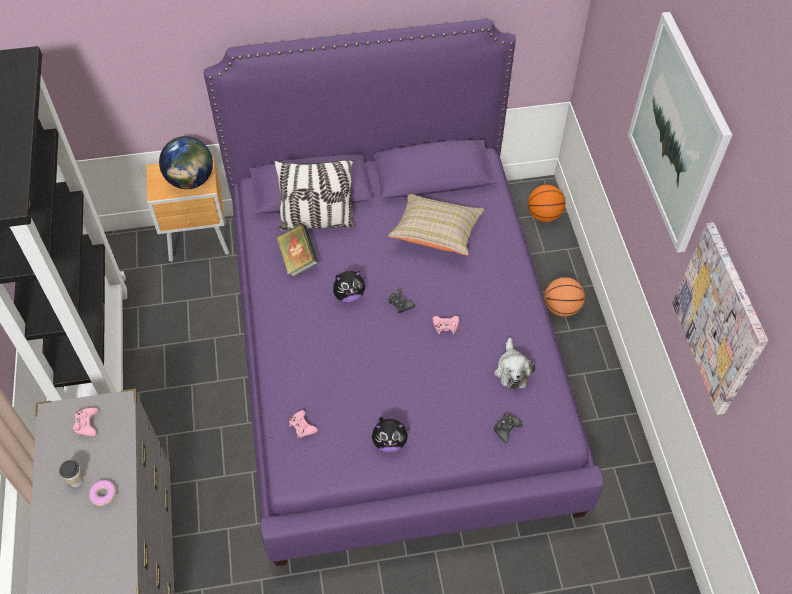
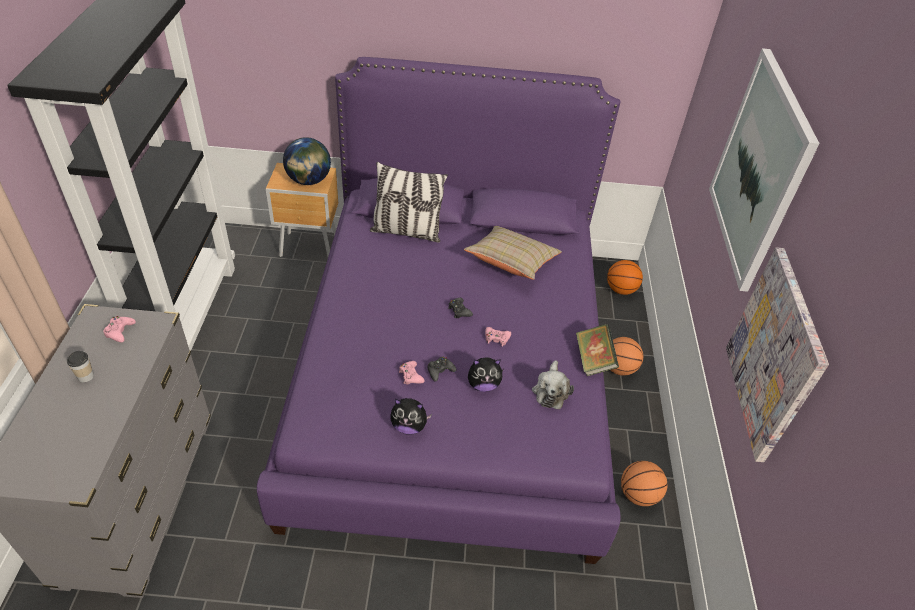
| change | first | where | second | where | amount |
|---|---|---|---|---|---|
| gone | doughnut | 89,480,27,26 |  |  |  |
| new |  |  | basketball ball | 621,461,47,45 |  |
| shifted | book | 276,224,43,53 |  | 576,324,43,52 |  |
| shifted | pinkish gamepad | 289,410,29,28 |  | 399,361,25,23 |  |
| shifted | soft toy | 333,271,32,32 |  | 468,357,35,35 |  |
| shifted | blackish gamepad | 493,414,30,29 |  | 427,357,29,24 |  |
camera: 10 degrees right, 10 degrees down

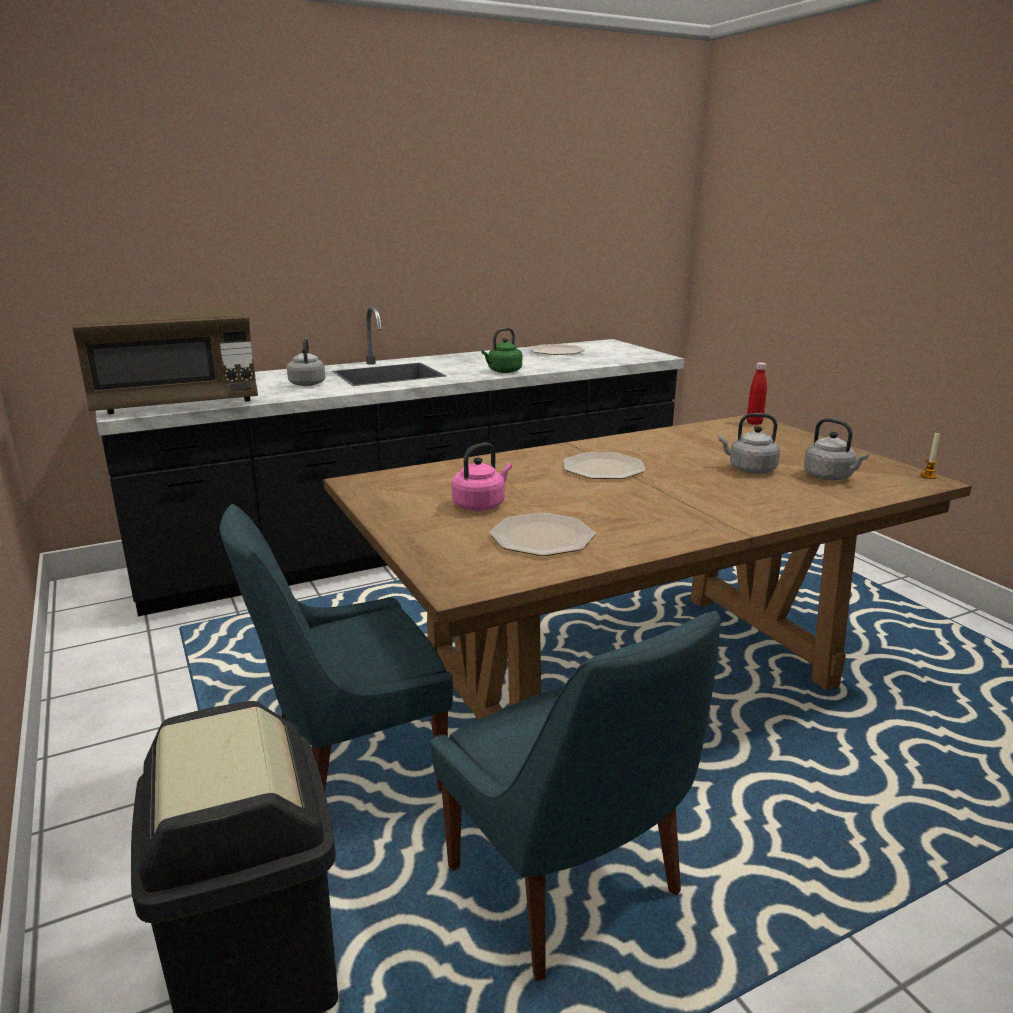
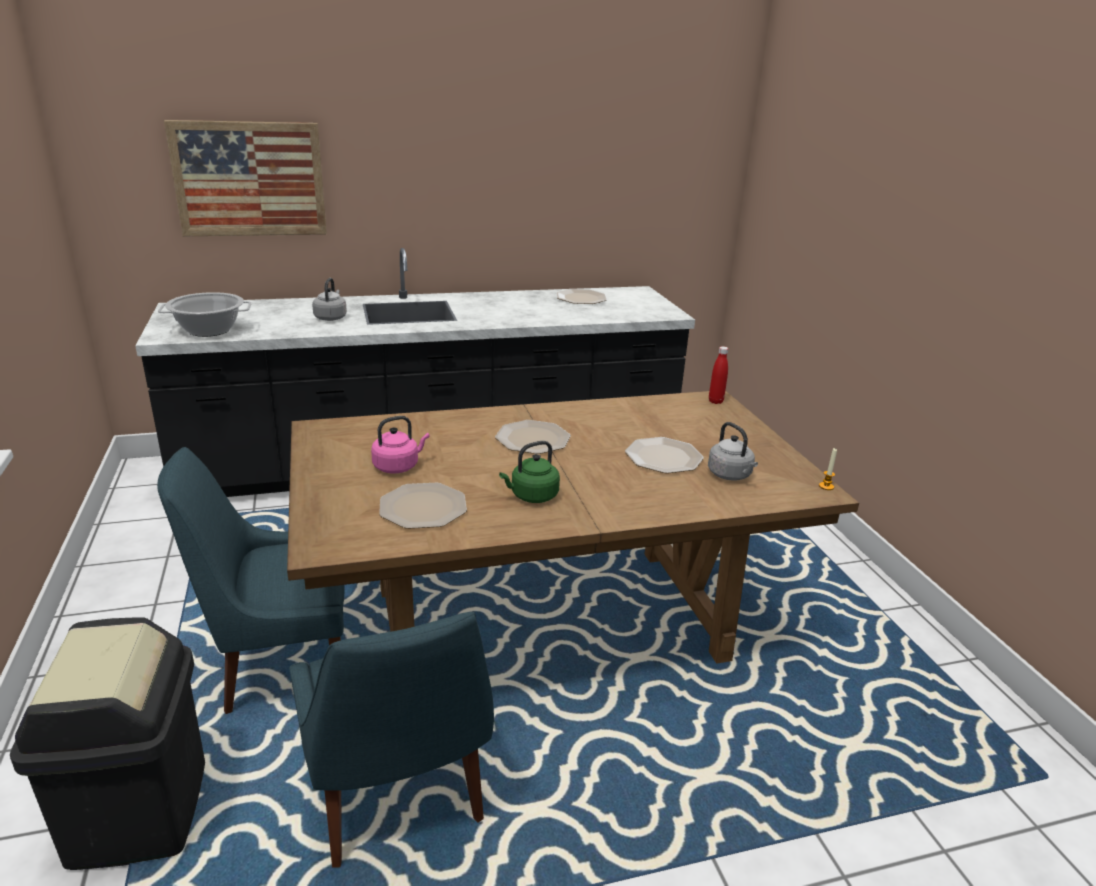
| change | first | where | second | where | amount |
|---|---|---|---|---|---|
| new |  |  | picture | 164,120,163,116 |  |
| shifted | green tea kettle | 481,328,41,45 |  | 499,441,61,62 |  |
| swapped | brown microwave oven | 72,306,186,108 | saucepot | 158,292,94,45 |  |
| swapped | grey tea kettle | 718,413,62,61 | flat dish | 625,437,79,37 |  |
camera: 10 degrees right, 5 degrees up

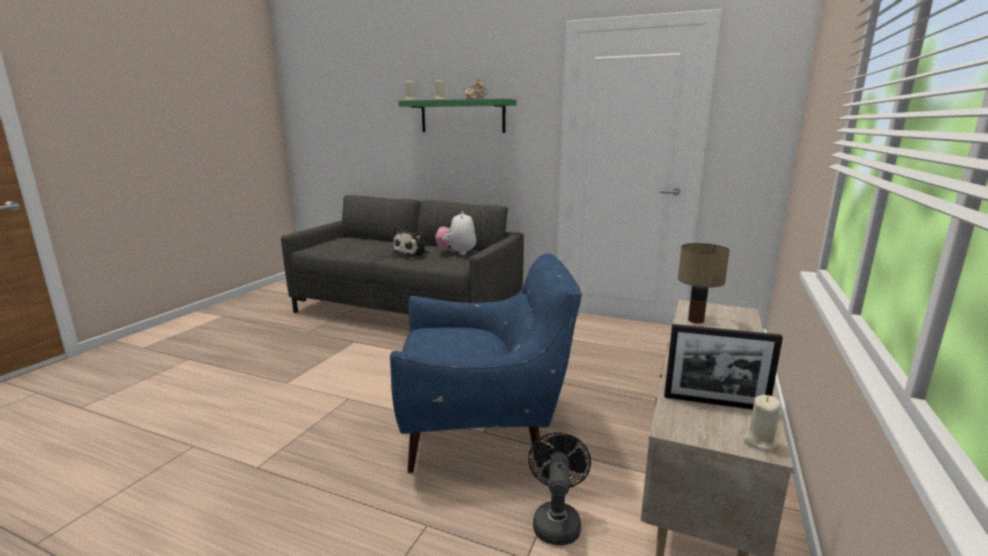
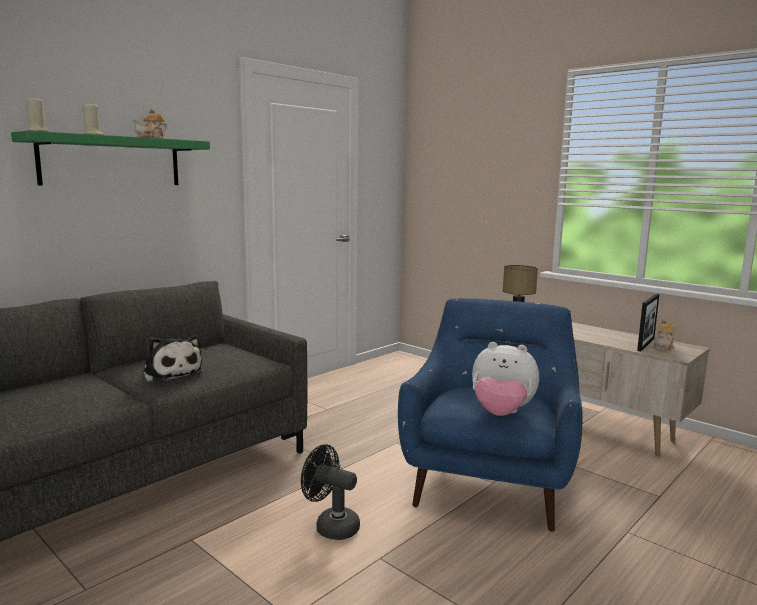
| change | first | where | second | where | amount |
|---|---|---|---|---|---|
| gone | beige-coloured candle | 743,395,38,56 |  |  |  |
| new |  |  | teapot | 654,319,20,32 |  |
| shifted | soft toy | 436,211,40,44 |  | 472,342,67,74 |  |
| shifted | blackish cooling fan | 528,432,63,113 |  | 301,444,59,96 |  |
camera: 70 degrees left, 5 degrees down

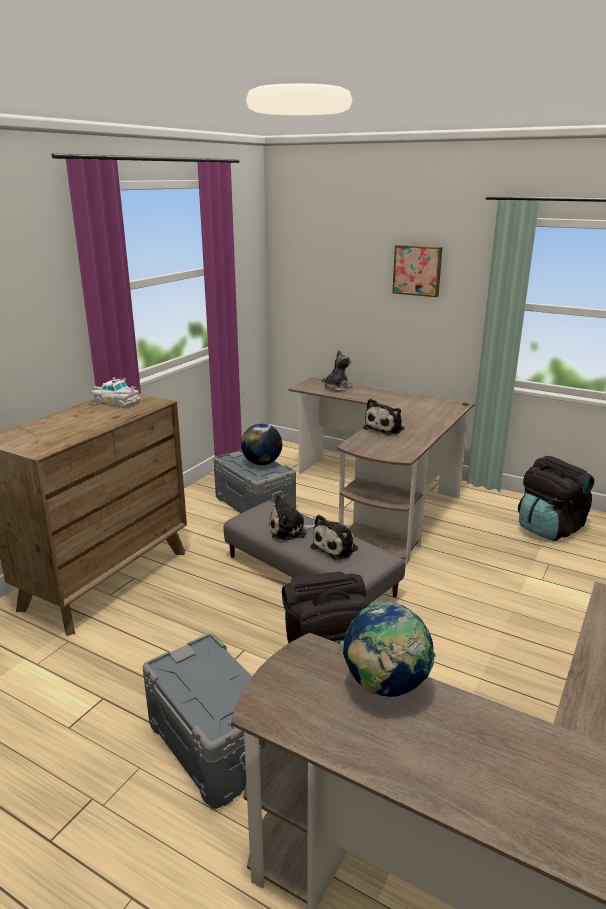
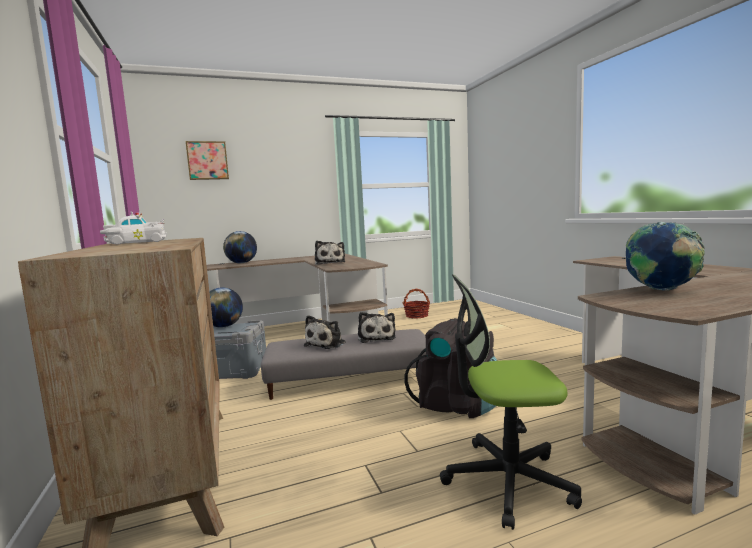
| change | first | where | second | where | amount |
|---|---|---|---|---|---|
| shifted | picture | 392,245,51,52 |  | 185,141,44,39 |  |
| swapped | grey storage box | 143,633,123,176 | computer chair | 440,274,142,256 |  |
| swapped | soft toy | 323,350,29,41 | desk globe | 223,231,34,33 |  |
| swapped | blackish knapsack | 518,456,76,85 | household basket | 403,289,27,29 |  |
camera: 50 degrees left, 15 degrees down

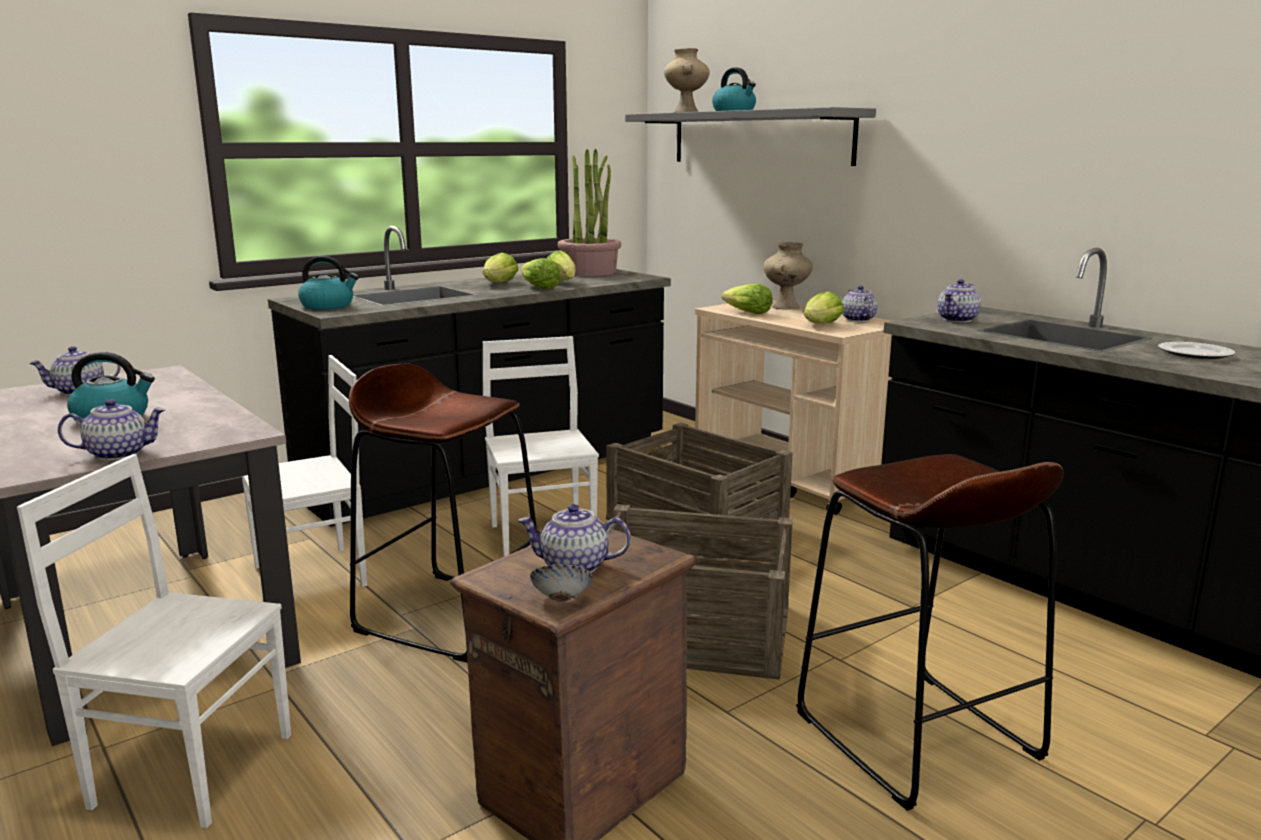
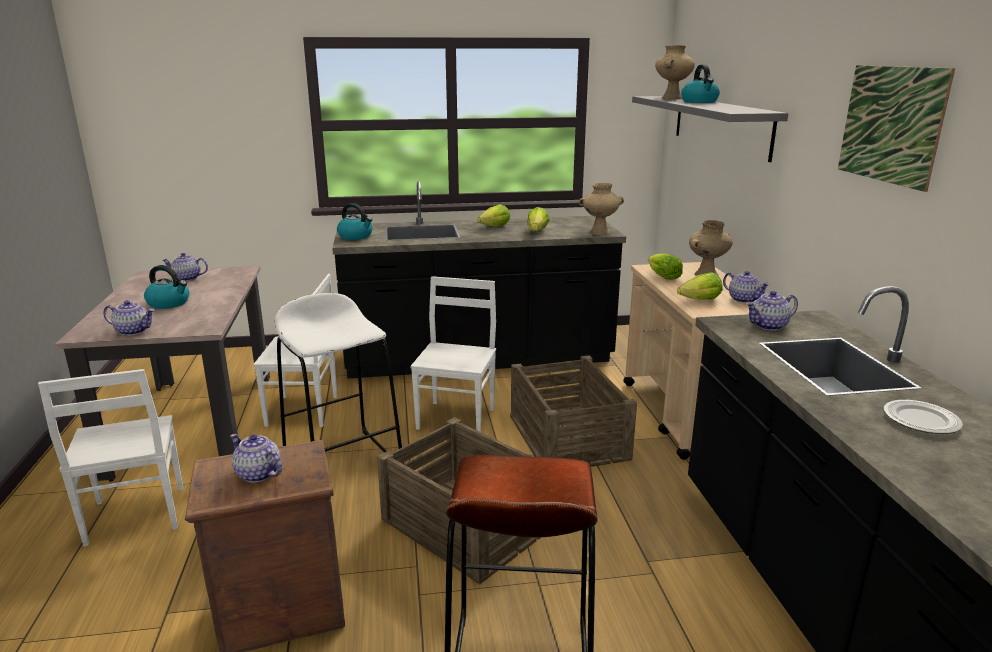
| change | first | where | second | where | amount |
|---|---|---|---|---|---|
| gone | lettuce | 521,258,39,31 |  |  |  |
| gone | serving bowl | 530,564,63,37 |  |  |  |
| gone | plant in a pot | 558,149,63,127 |  |  |  |
| new |  |  | beige-coloured flower vase | 579,183,45,52 |  |
| new |  |  | picture | 838,65,117,127 |  |
| repainted | brown sitting stool | 349,364,188,299 | white sitting stool | 275,293,129,171 |  |
| rotated | white upright chair | 17,454,274,374 |  | 38,369,145,177 | 150 degrees counterclockwise |
| rotated | teapot | 842,286,36,36 |  | 723,271,47,32 | 120 degrees clockwise |
camera: 30 degrees right, 5 degrees up

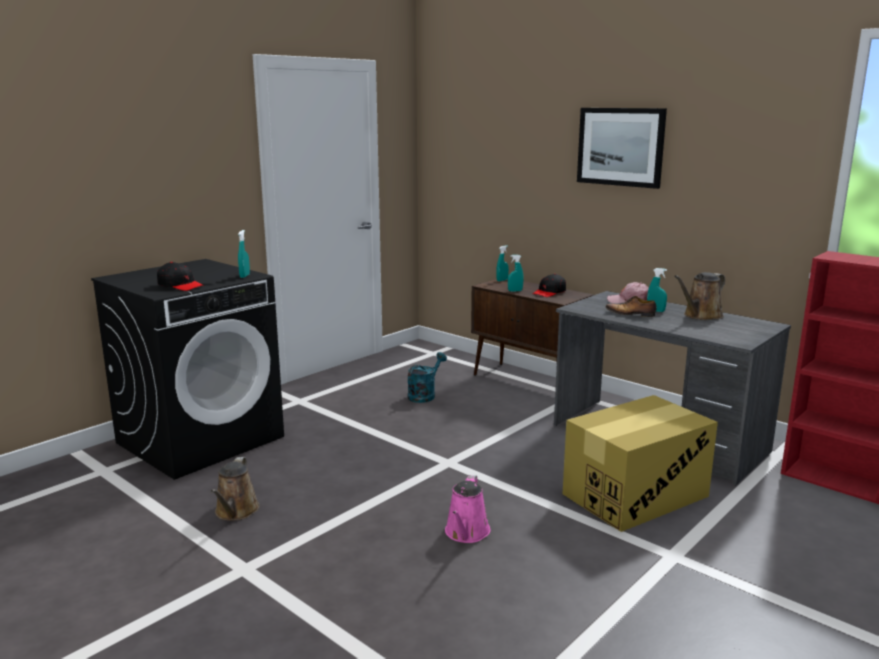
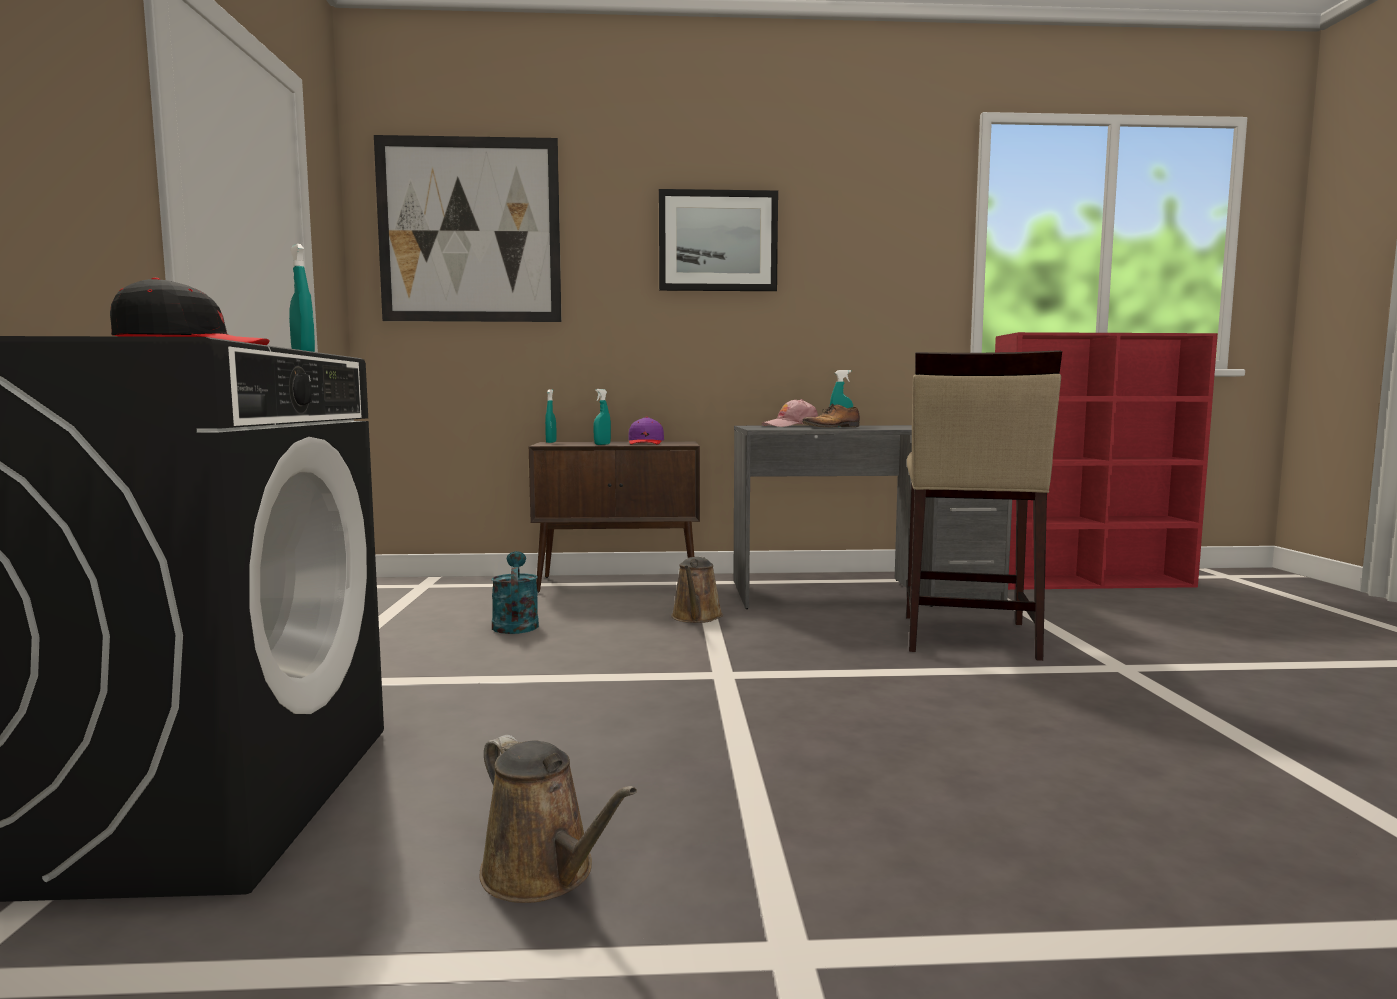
| change | first | where | second | where | amount |
|---|---|---|---|---|---|
| gone | pinkish watering pot | 445,475,46,68 |  |  |  |
| new |  |  | picture | 374,135,187,187 |  |
| shifted | brown watering pot | 674,272,51,48 |  | 671,557,52,66 |  |
| swapped | cardboard box | 562,395,156,137 | beige-coloured sitting stool | 906,350,156,311 |  |
| repainted | blackish baseball cap | 532,274,34,23 | purple-coloured baseball cap | 628,417,36,27 |  |
camera: 45 degrees left, 10 degrees down

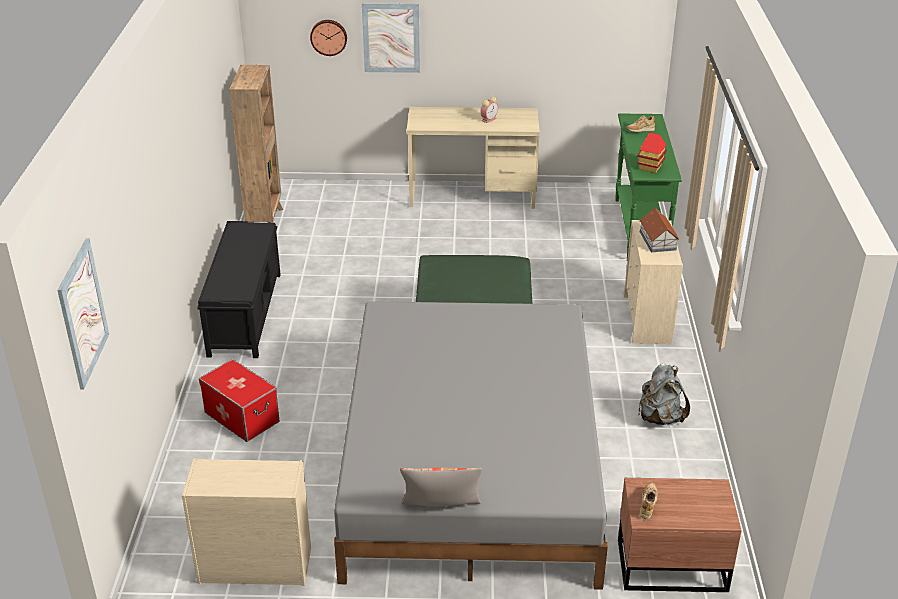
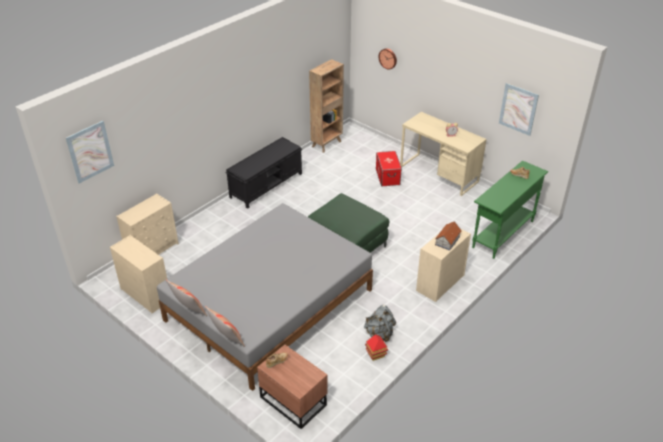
| change | first | where | second | where | amount |
|---|---|---|---|---|---|
| new |  |  | beige-coloured dresser | 116,193,63,62 |  |
| new |  |  | throw pillow | 205,306,40,41 |  |
| shifted | storage box | 199,359,81,83 |  | 376,151,26,36 |  |
| shifted | picture | 362,3,58,70 |  | 499,83,40,53 |  |
| shifted | toy house | 637,132,30,41 |  | 365,334,23,27 |  |
camera: 40 degrees right, 5 degrees up

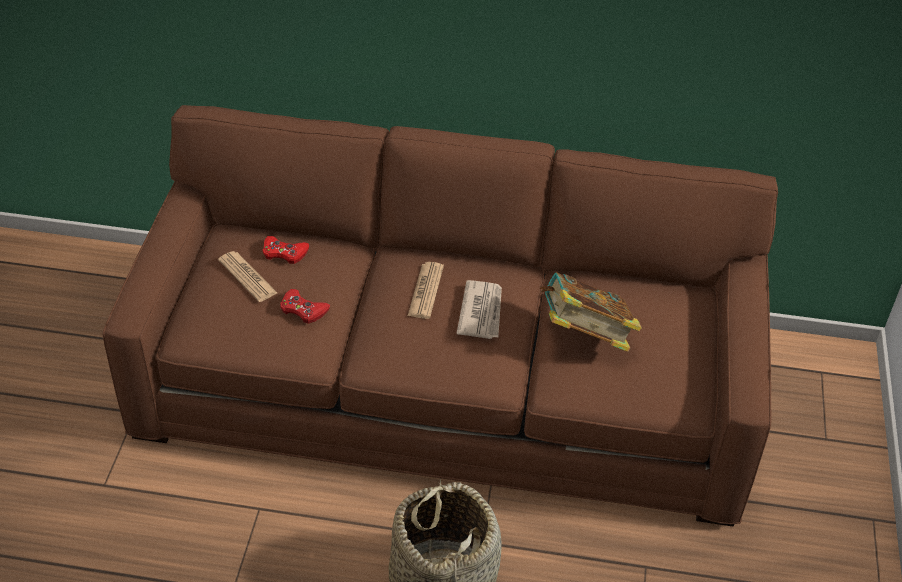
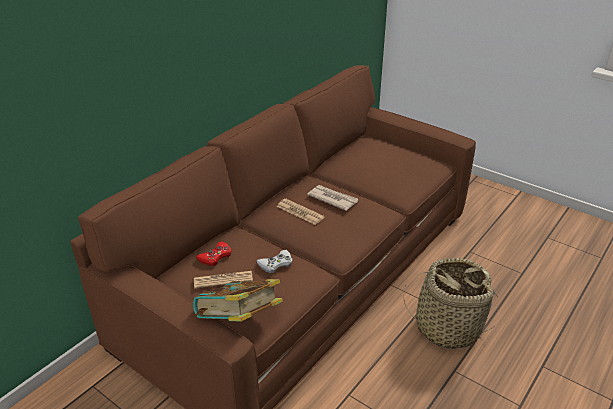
| change | first | where | second | where | amount |
|---|---|---|---|---|---|
| shifted | book | 540,272,102,80 |  | 193,279,90,43 |  |
| repainted | reddish gamepad | 280,289,50,35 | white gamepad | 257,250,36,23 |  |
camera: 60 degrees left, 10 degrees down

